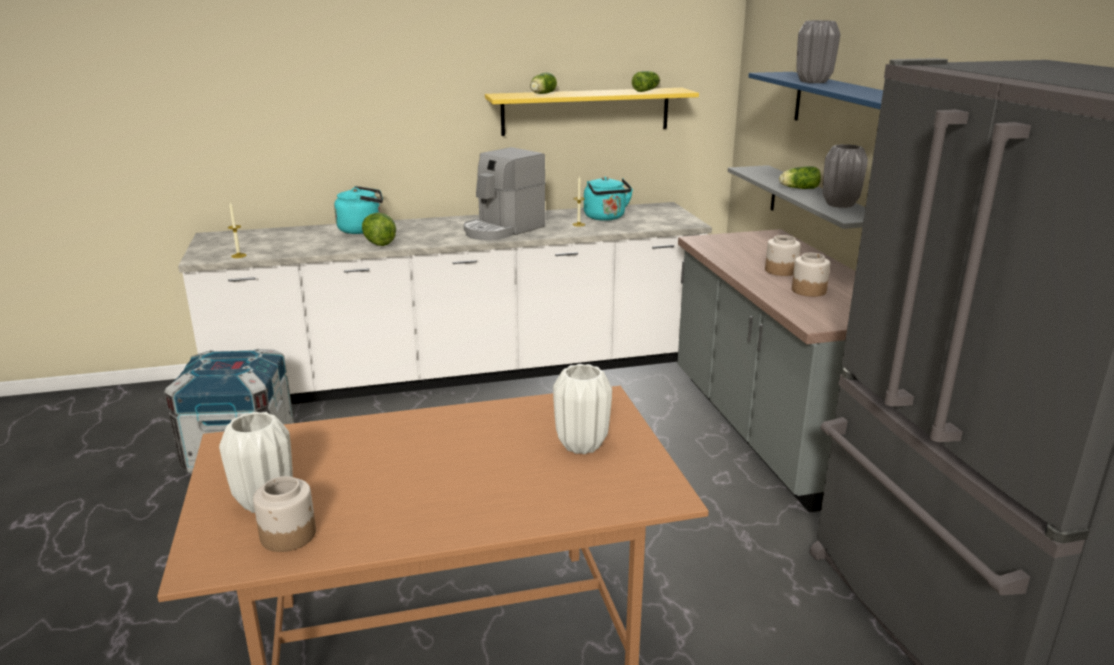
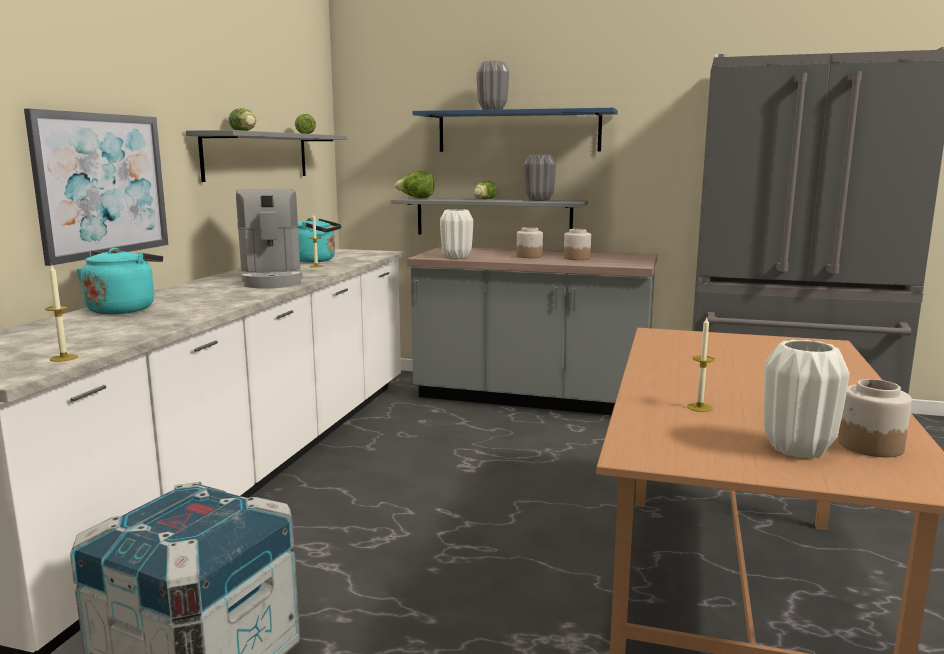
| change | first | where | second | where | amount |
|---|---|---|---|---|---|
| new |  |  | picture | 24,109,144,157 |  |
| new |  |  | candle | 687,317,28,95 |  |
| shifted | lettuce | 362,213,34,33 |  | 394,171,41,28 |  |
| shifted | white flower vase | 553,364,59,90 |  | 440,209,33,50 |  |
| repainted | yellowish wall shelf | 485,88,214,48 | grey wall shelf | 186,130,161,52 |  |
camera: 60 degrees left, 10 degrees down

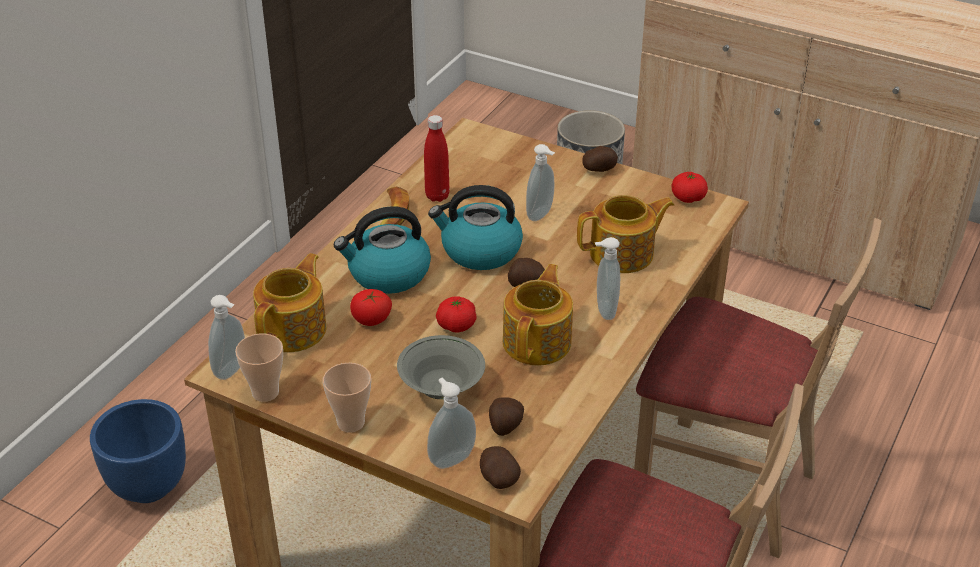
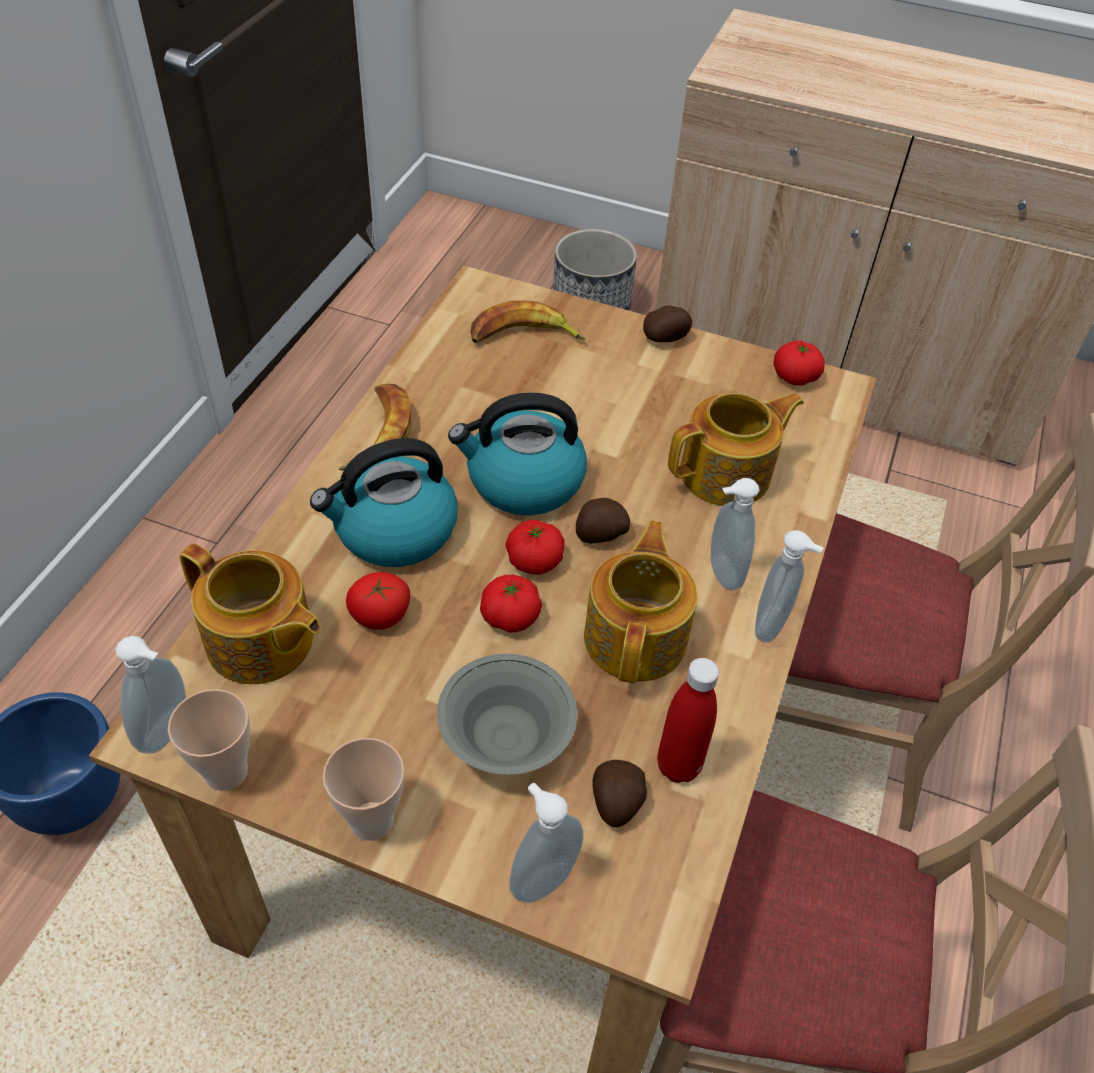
| change | first | where | second | where | amount |
|---|---|---|---|---|---|
| gone | potato | 480,446,41,43 |  |  |  |
| new |  |  | whole banana | 470,300,115,43 |  |
| new |  |  | tomato | 506,520,59,55 |  |
| shifted | reddish bottle | 424,115,26,87 |  | 657,658,62,125 |  |
| shifted | liquid soap bottle | 526,144,29,77 |  | 755,530,69,112 |  |
| rotated | teapot | 253,253,73,99 |  | 180,543,141,141 | 105 degrees clockwise |
camera: 10 degrees left, 10 degrees up

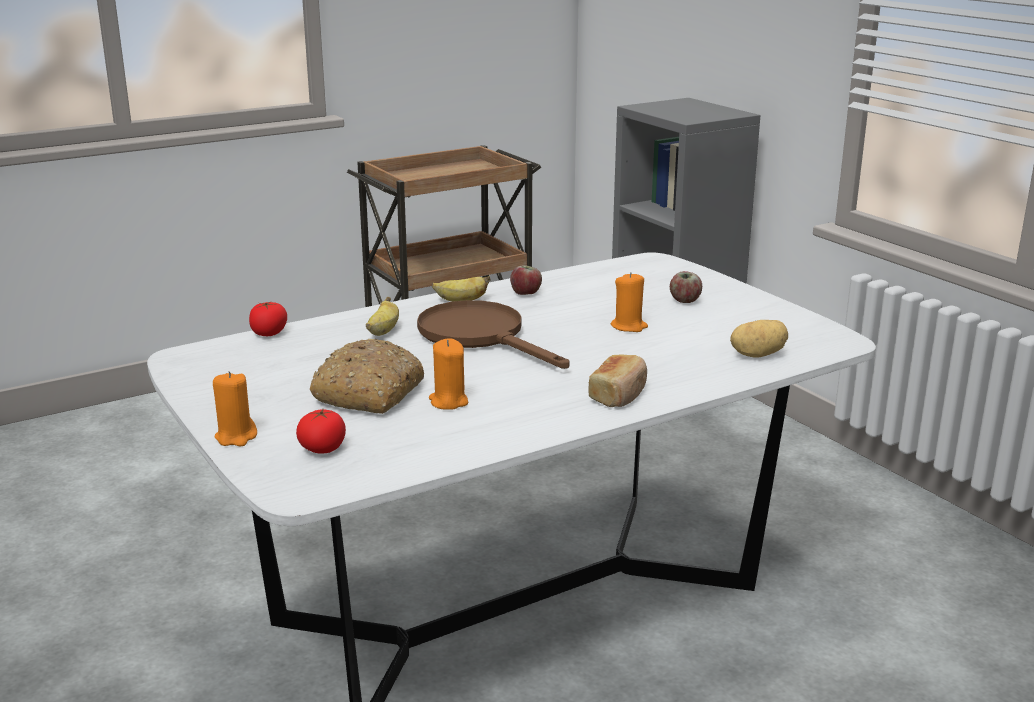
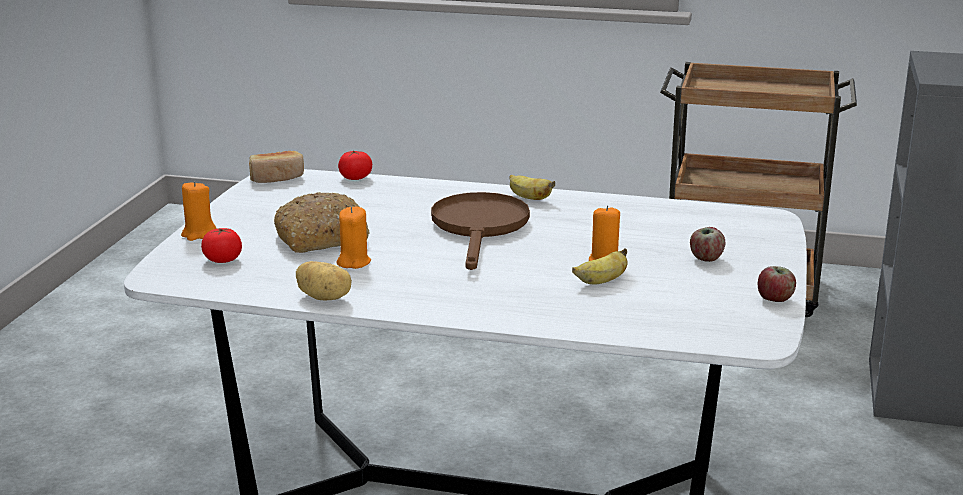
| change | first | where | second | where | amount |
|---|---|---|---|---|---|
| shifted | whole banana | 366,297,33,39 |  | 572,248,56,37 |  |
| shifted | whole apple | 510,266,32,29 |  | 758,266,38,36 |  |
| shifted | bread | 588,355,59,52 |  | 249,151,55,32 |  |
| shifted | potato | 730,320,58,38 |  | 296,261,56,39 |  |
camera: 45 degrees right, 0 degrees up

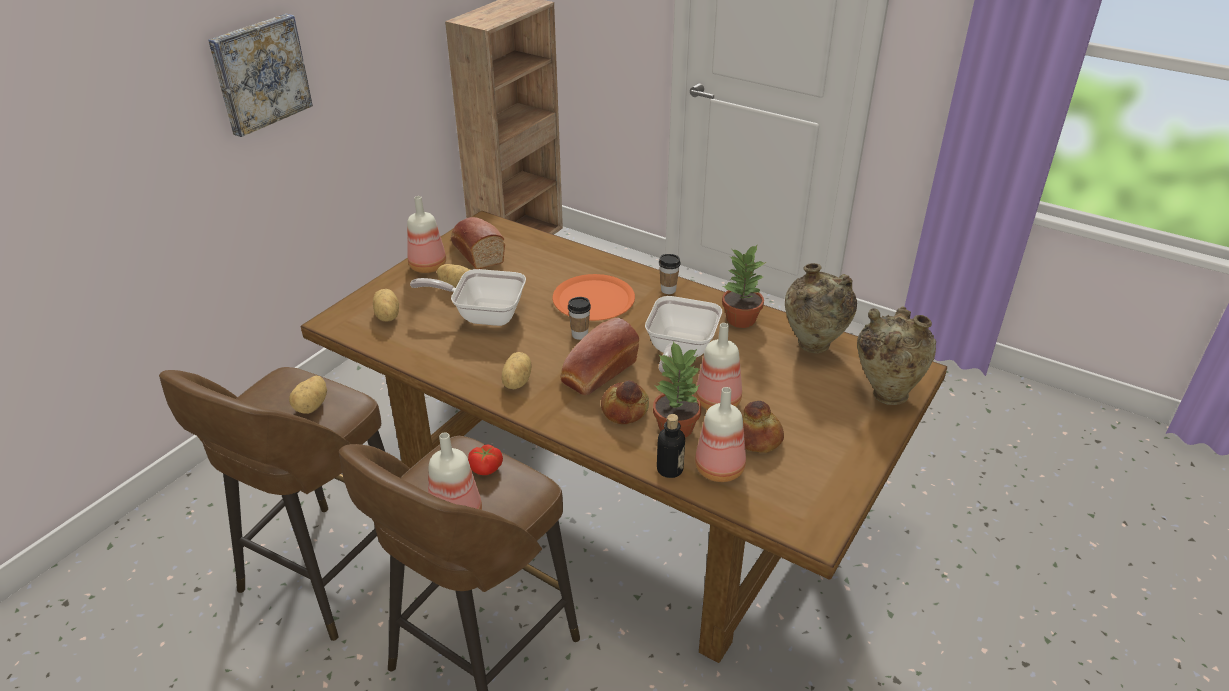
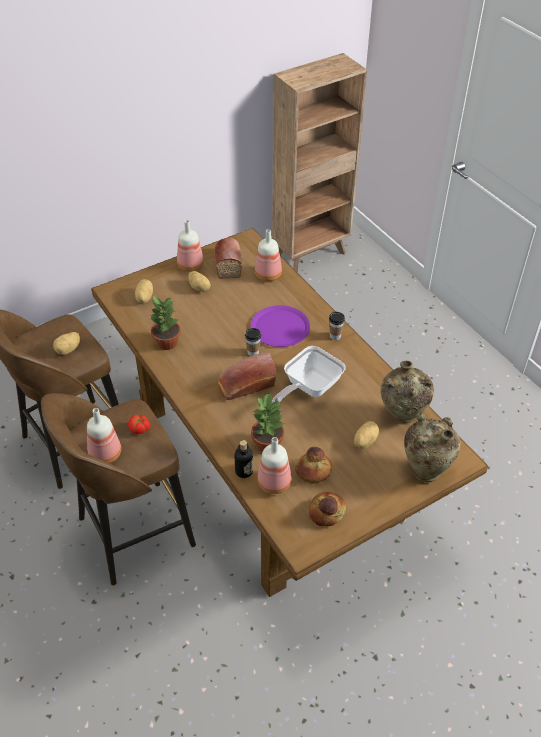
| change | first | where | second | where | amount |
|---|---|---|---|---|---|
| gone | picture | 208,14,105,123 |  |  |  |
| gone | pan | 410,269,116,57 |  |  |  |
| shifted | potato | 502,352,30,37 |  | 354,421,25,28 |  |
| shifted | bread | 601,380,48,44 |  | 309,492,37,34 |  |
| shifted | bottle | 696,323,46,87 |  | 255,229,27,52 |  |
| shifted | plant in a pot | 722,245,44,83 |  | 149,296,32,54 |  |
| repainted | orange flat dish | 552,274,83,47 | purple-coloured flat dish | 250,305,60,42 |  |
camera: 25 degrees right, 10 degrees up

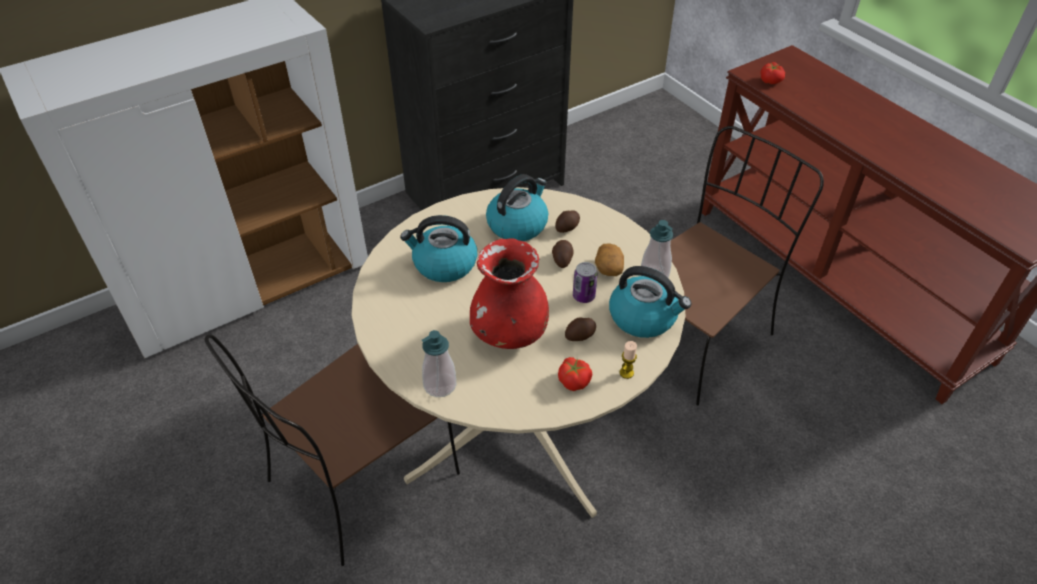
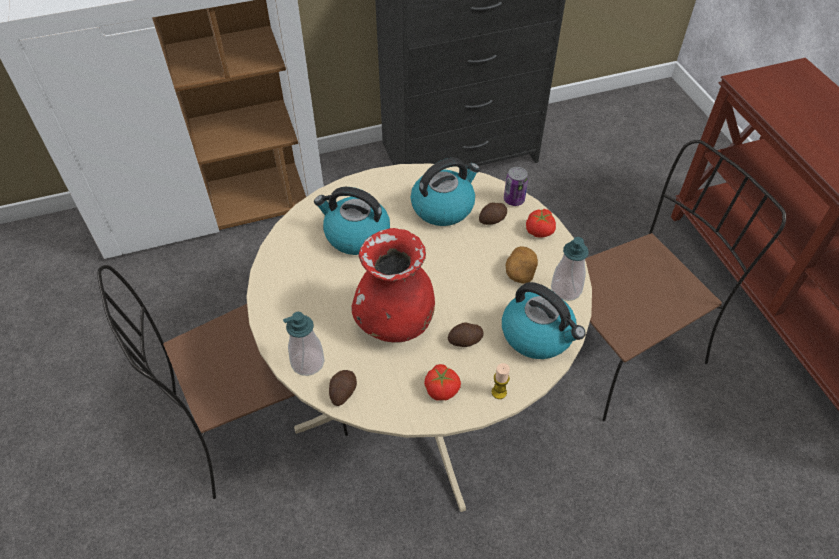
| change | first | where | second | where | amount |
|---|---|---|---|---|---|
| shifted | potato | 552,240,22,28 |  | 329,370,28,36 |  |
| shifted | sealed can | 573,262,24,41 |  | 504,167,24,39 |  |
| shifted | tomato | 760,62,25,22 |  | 526,209,30,29 |  |
camera: 15 degrees right, 5 degrees up

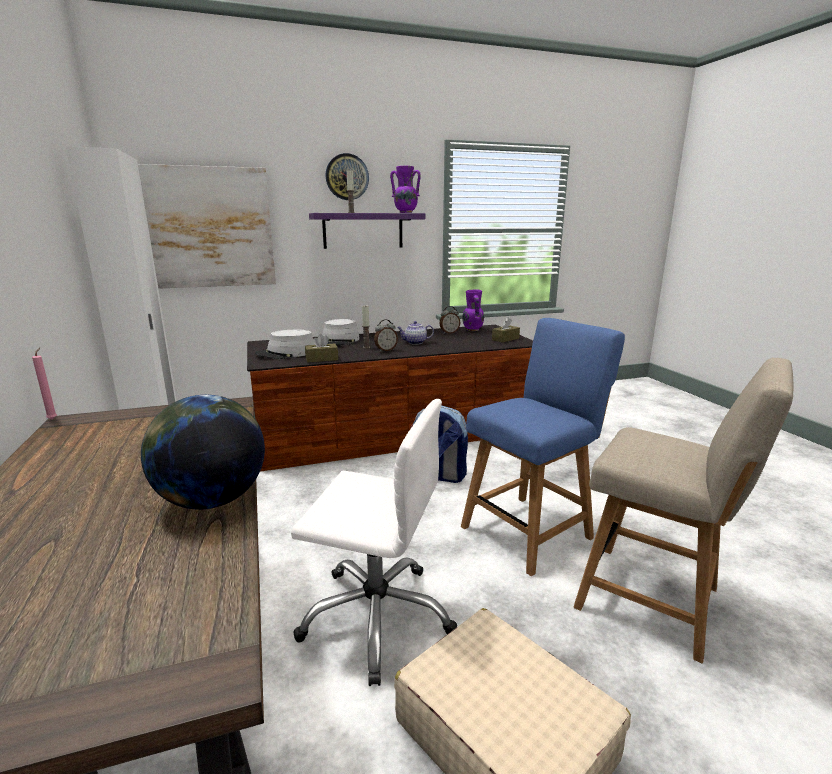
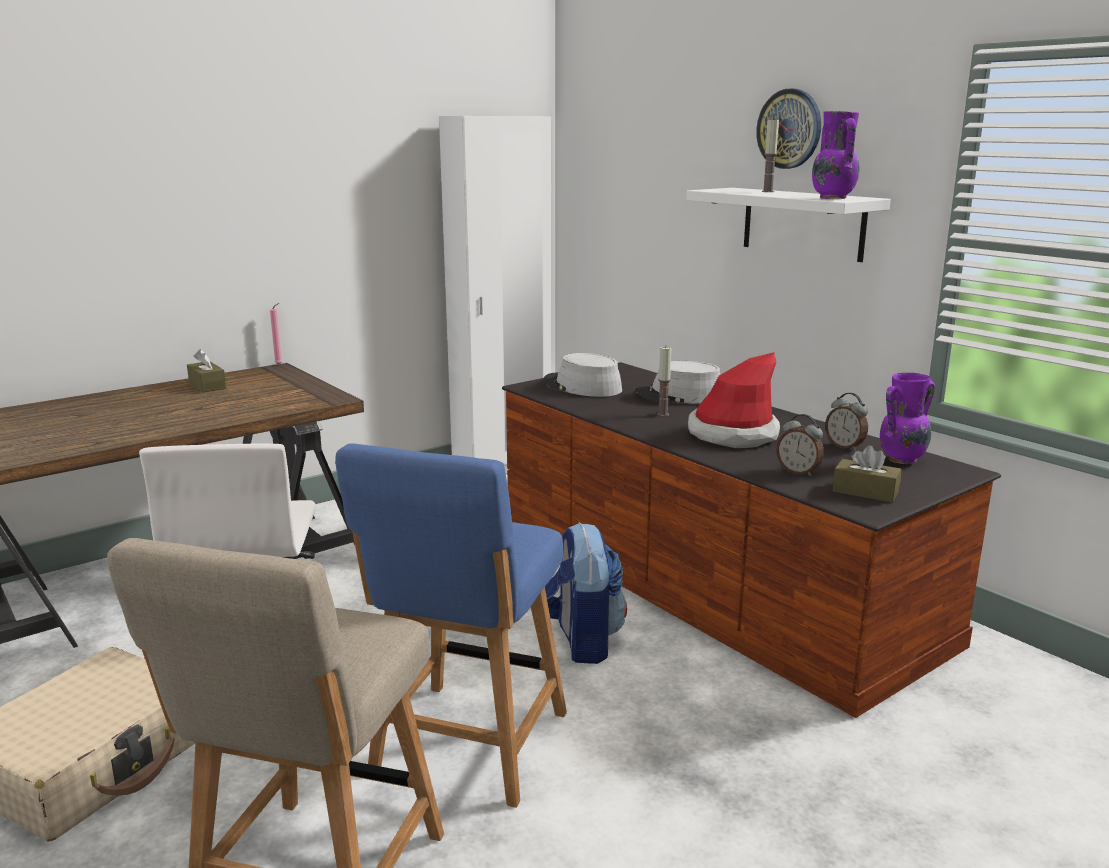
| change | first | where | second | where | amount |
|---|---|---|---|---|---|
| gone | picture | 138,164,138,125 |  |  |  |
| gone | desk globe | 141,395,124,115 |  |  |  |
| shifted | brown tissue holder | 305,334,33,29 |  | 187,349,39,43 |  |
| shifted | bedside clock | 374,319,24,33 |  | 776,414,48,62 |  |
| swapped | teapot | 397,321,37,24 | clothing hat | 688,352,92,96 |  |
| repainted | purple-coloured wall shelf | 309,213,116,36 | white wall shelf | 686,188,205,74 |  |
| rotated | bluish upright chair | 461,318,164,258 |  | 335,444,232,364 | 75 degrees clockwise |
camera: 70 degrees right, 0 degrees up

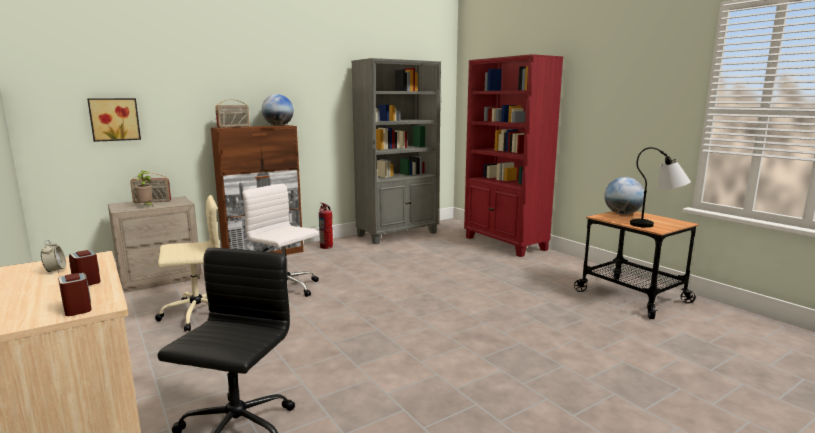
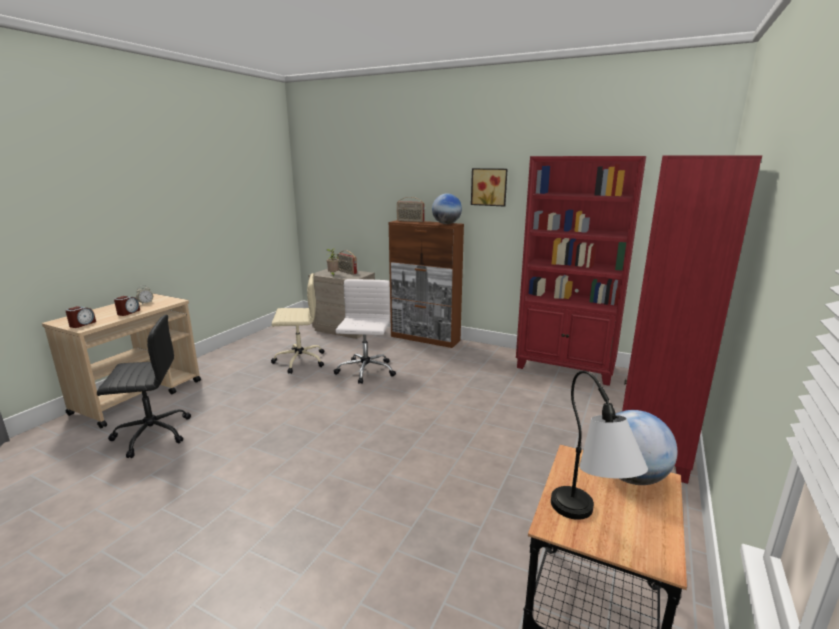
| change | first | where | second | where | amount |
|---|---|---|---|---|---|
| gone | fire-fighting cylinder | 319,203,14,46 |  |  |  |
| shifted | picture | 87,98,54,44 |  | 471,168,37,39 |  |
| repainted | grey bookshelf | 351,58,90,186 | reddish bookshelf | 516,156,130,230 |  |
| rotated | beige-coloured computer chair | 155,195,65,137 |  | 271,273,53,101 | 45 degrees counterclockwise |
camera: 60 degrees right, 5 degrees up

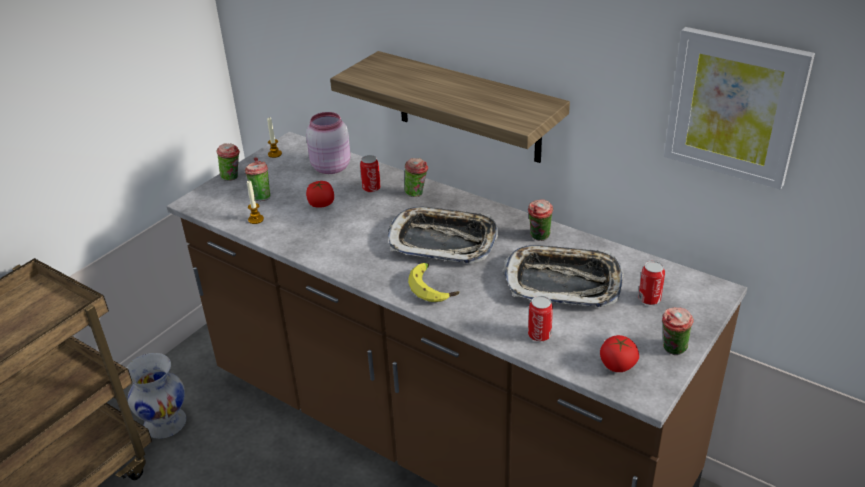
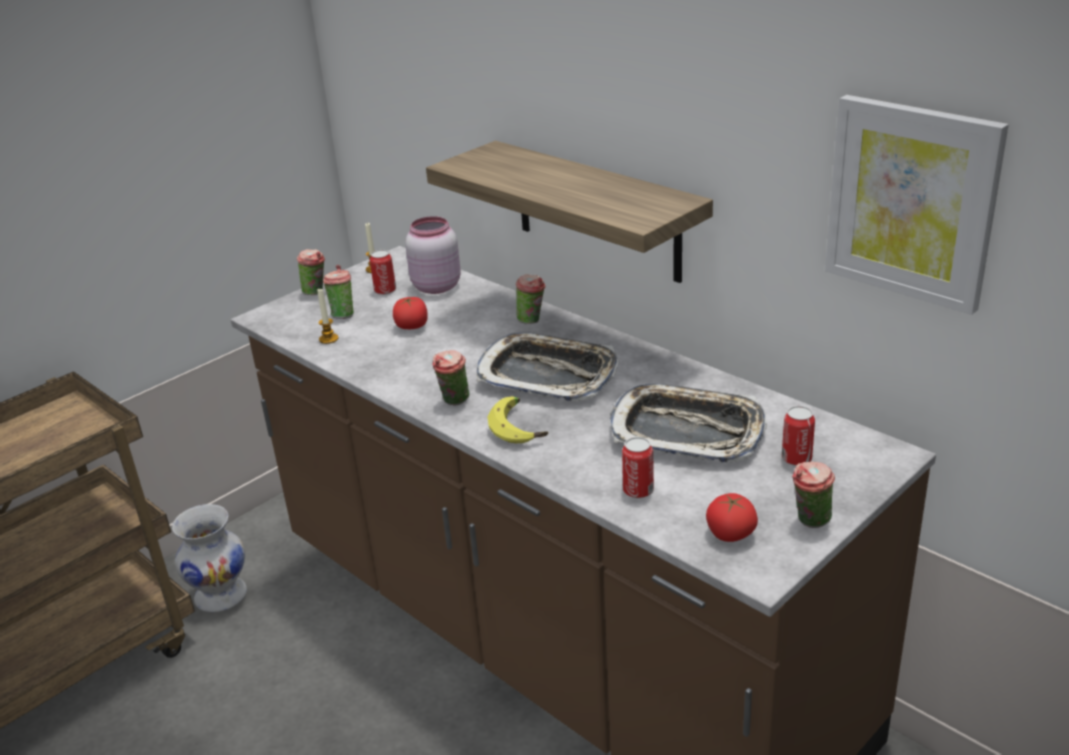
| change | first | where | second | where | amount |
|---|---|---|---|---|---|
| shifted | sealed can | 360,155,21,37 |  | 370,250,26,45 |  |
| shifted | drinking cup | 528,199,25,42 |  | 432,350,38,56 |  |
camera: 10 degrees right, 5 degrees down

